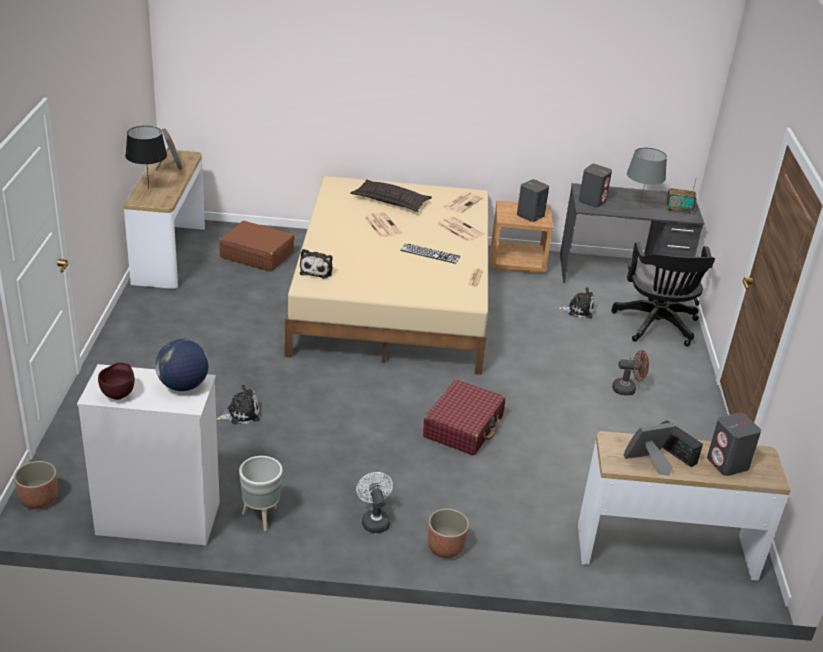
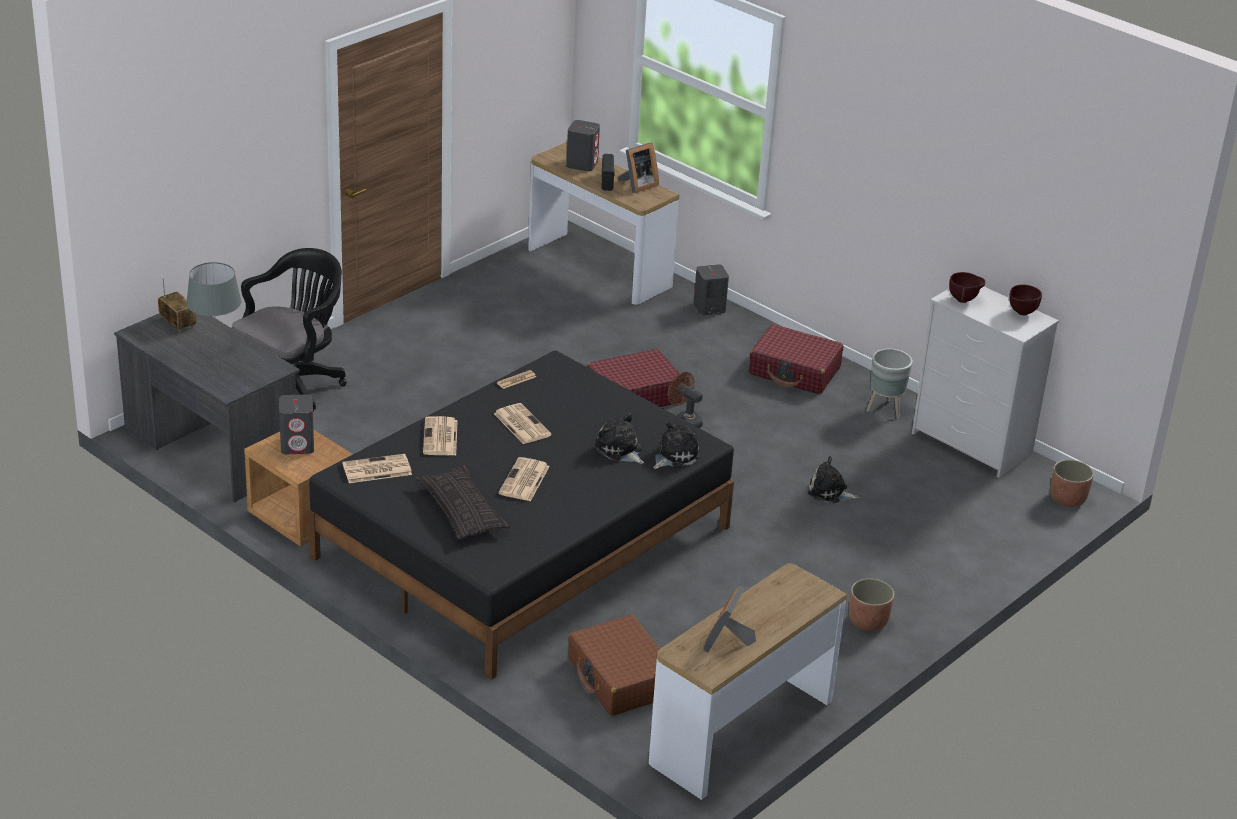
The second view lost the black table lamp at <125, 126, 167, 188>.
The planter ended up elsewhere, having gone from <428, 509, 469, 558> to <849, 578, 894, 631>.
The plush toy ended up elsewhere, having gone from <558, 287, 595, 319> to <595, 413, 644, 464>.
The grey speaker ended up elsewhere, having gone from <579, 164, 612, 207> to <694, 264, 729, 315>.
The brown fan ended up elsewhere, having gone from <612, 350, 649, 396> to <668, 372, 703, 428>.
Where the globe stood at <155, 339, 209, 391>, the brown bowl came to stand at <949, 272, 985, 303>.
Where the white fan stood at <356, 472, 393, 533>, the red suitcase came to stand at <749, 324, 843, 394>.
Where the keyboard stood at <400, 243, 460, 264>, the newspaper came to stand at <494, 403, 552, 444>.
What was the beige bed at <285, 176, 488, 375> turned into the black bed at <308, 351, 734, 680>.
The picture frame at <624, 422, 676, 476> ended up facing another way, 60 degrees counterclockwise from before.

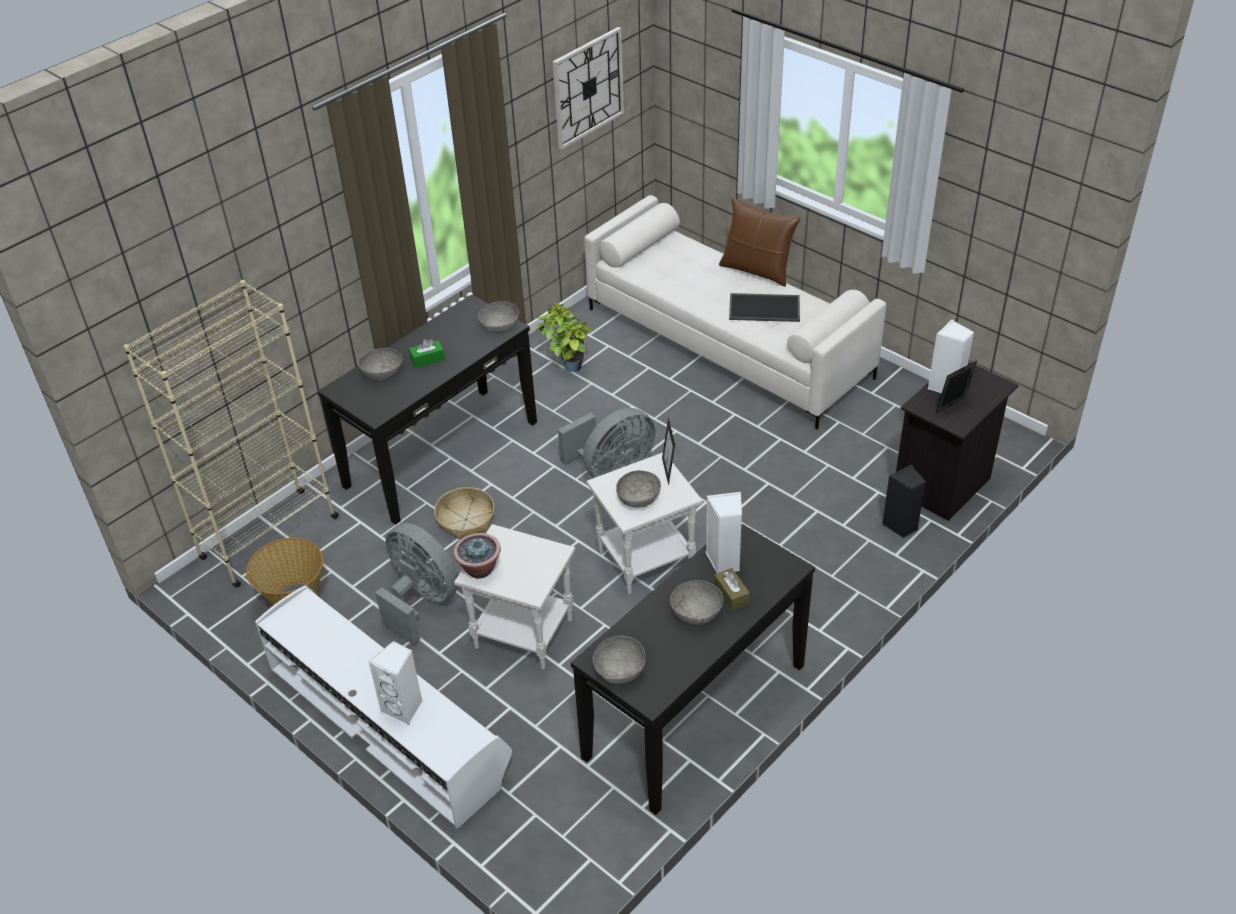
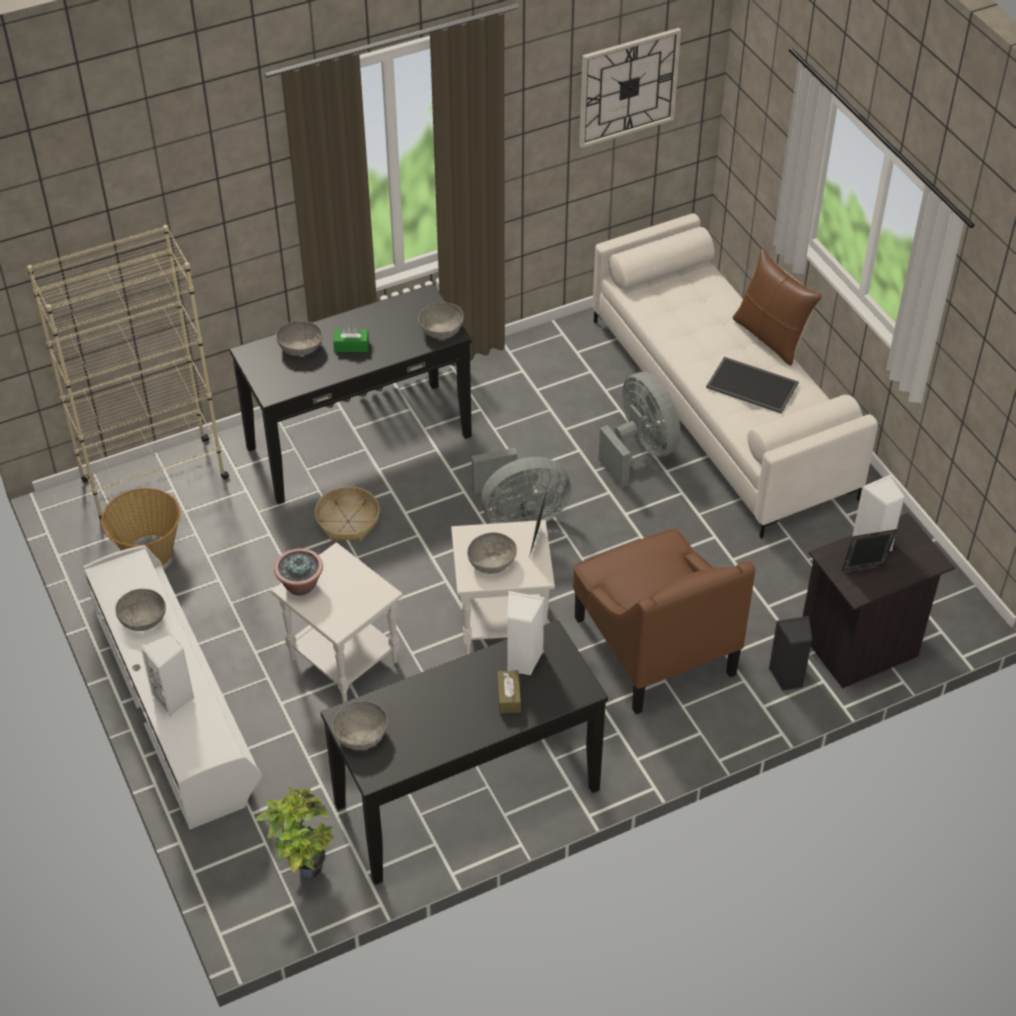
The second view gained the brown armchair at <572, 529, 755, 714>.
The grey fan ended up elsewhere, having gone from <375, 523, 459, 645> to <598, 372, 681, 488>.
The potted plant ended up elsewhere, having gone from <536, 303, 592, 372> to <255, 787, 333, 878>.
The grey bowl ended up elsewhere, having gone from <670, 580, 723, 625> to <115, 589, 166, 631>.

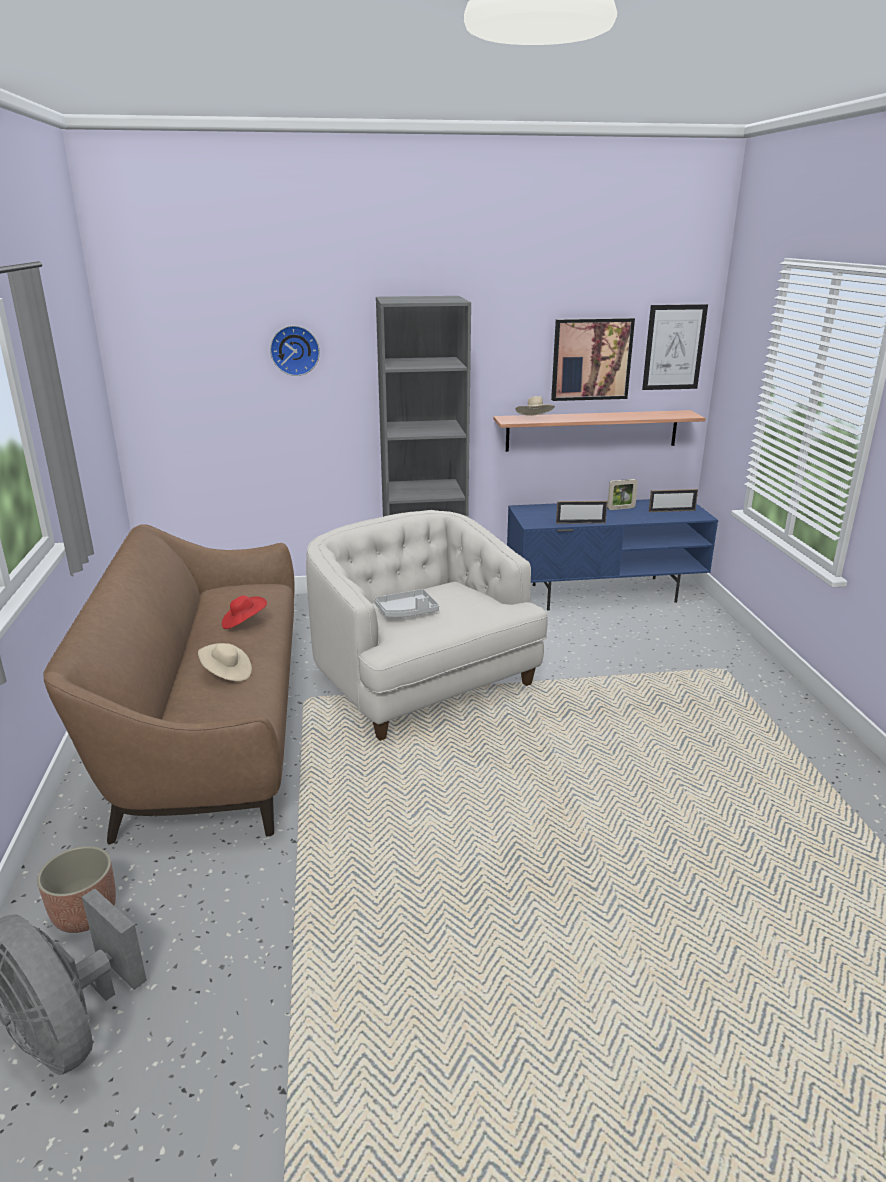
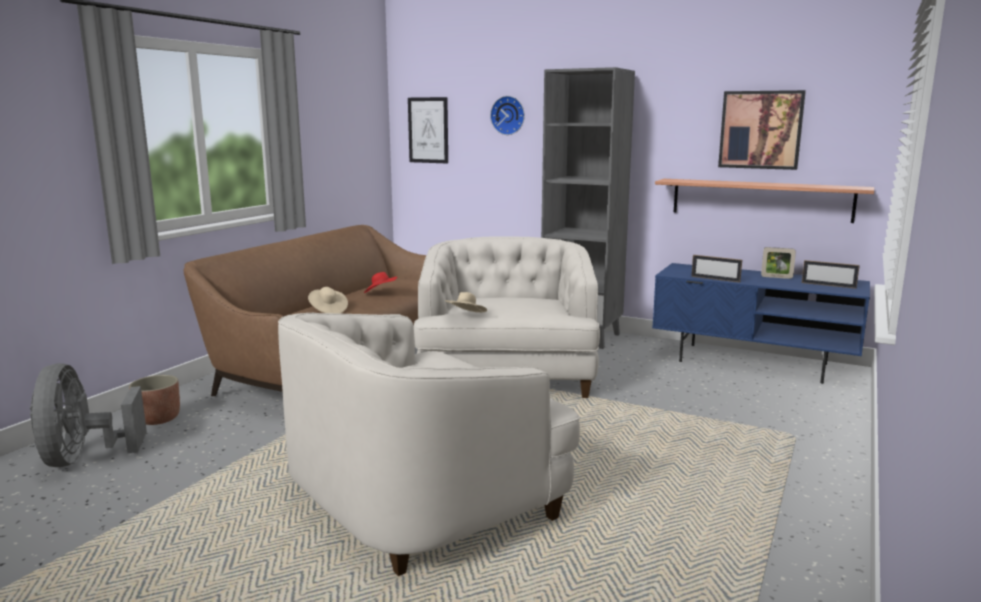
The second view lost the grey tray at <374, 589, 439, 617>.
The second view gained the white armchair at <278, 313, 580, 576>.
The beige hat ended up elsewhere, having gone from <515, 396, 555, 416> to <444, 292, 487, 313>.
The picture ended up elsewhere, having gone from <642, 304, 708, 390> to <408, 97, 448, 164>.

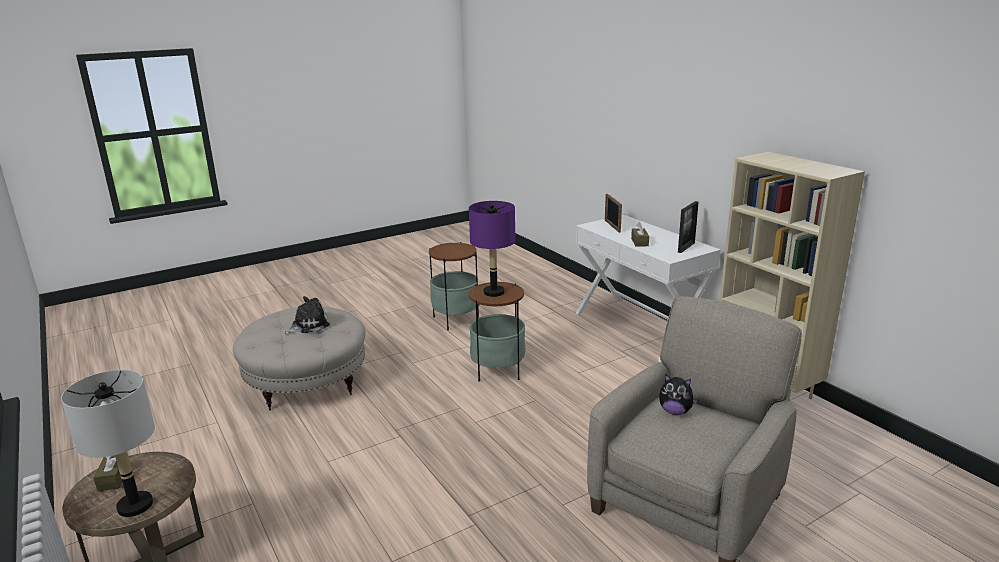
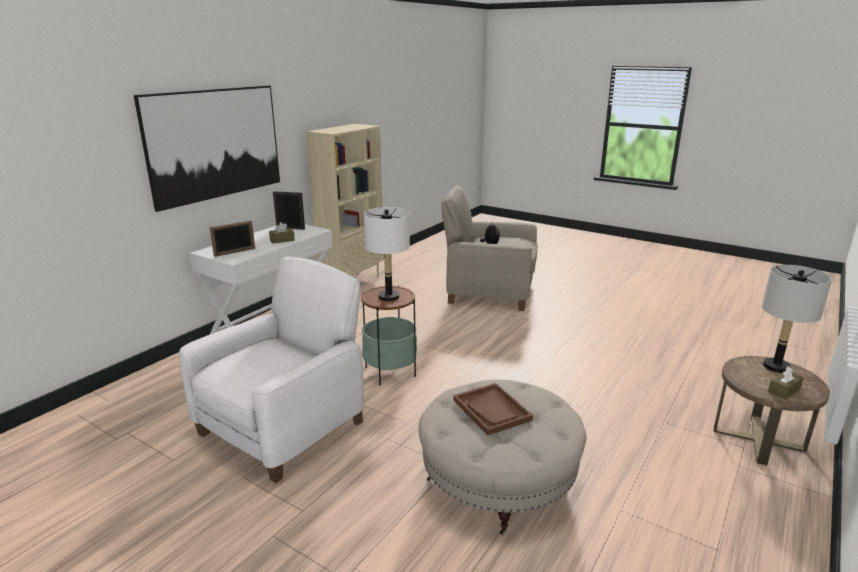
The second view gained the picture at <134, 86, 280, 212>.
Where the plush toy stood at <284, 296, 330, 334>, the brown tray came to stand at <453, 383, 533, 436>.
Where the side table stood at <429, 242, 480, 330>, the white armchair came to stand at <179, 257, 364, 483>.
What was the purple table lamp at <469, 201, 515, 297> turned into the white table lamp at <364, 207, 410, 301>.

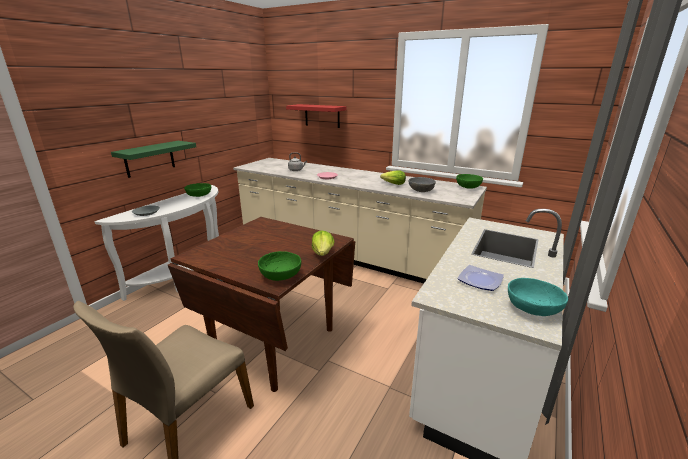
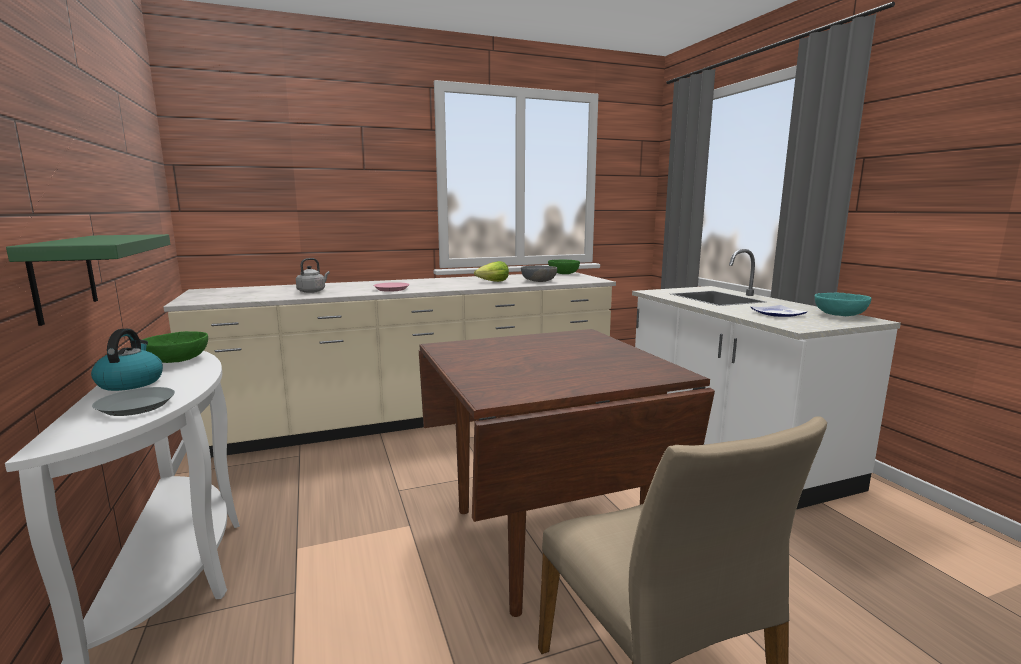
The second view lost the green bowl at <258, 251, 301, 281>.
The second view lost the red shelf at <286, 104, 346, 128>.
The second view lost the lettuce at <312, 230, 334, 256>.
The second view gained the kettle at <91, 329, 163, 391>.

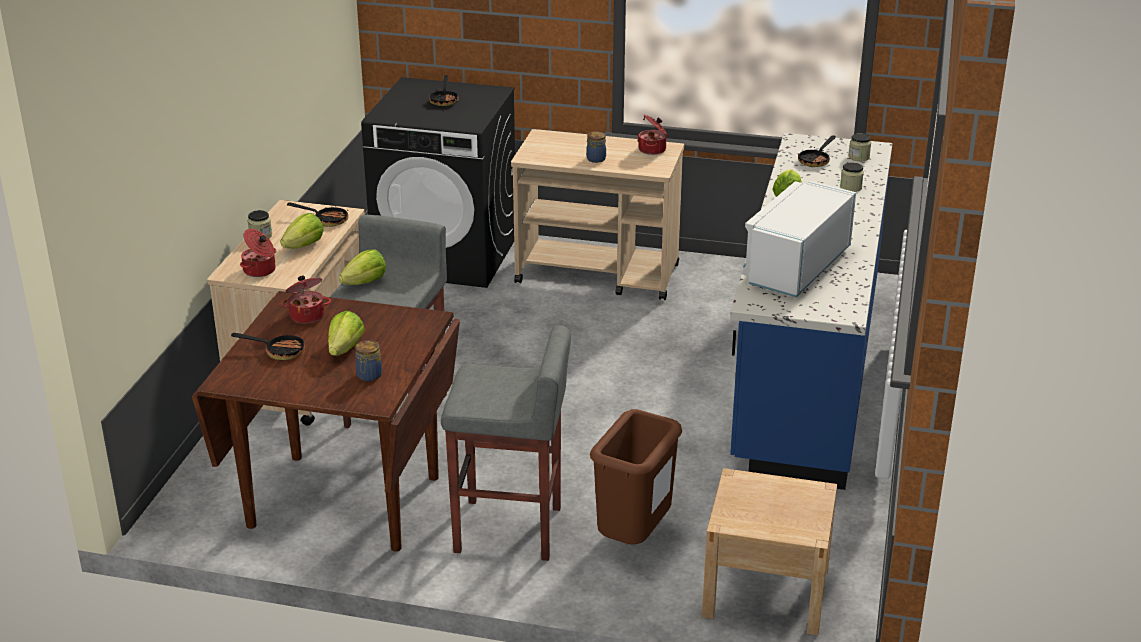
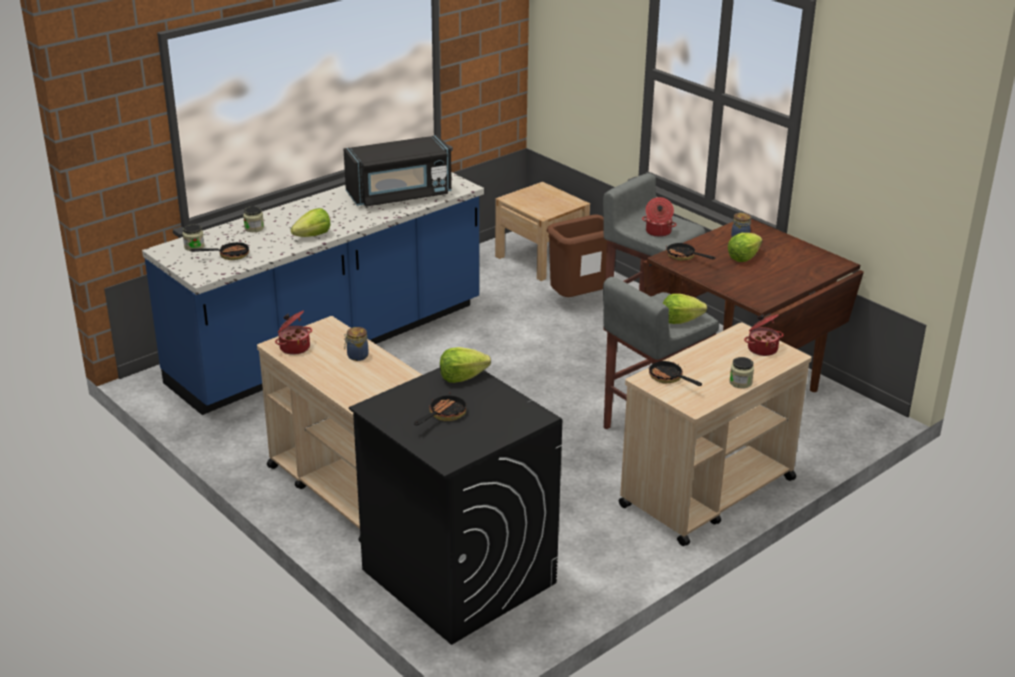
The frying pan ended up elsewhere, having gone from <231, 333, 305, 360> to <666, 241, 715, 261>.
The lettuce ended up elsewhere, having gone from <280, 213, 324, 249> to <440, 347, 491, 383>.
The cooking pot ended up elsewhere, having gone from <281, 275, 331, 324> to <642, 197, 677, 237>.
What was the white microwave at <742, 181, 856, 297> turned into the black microwave at <344, 135, 452, 207>.

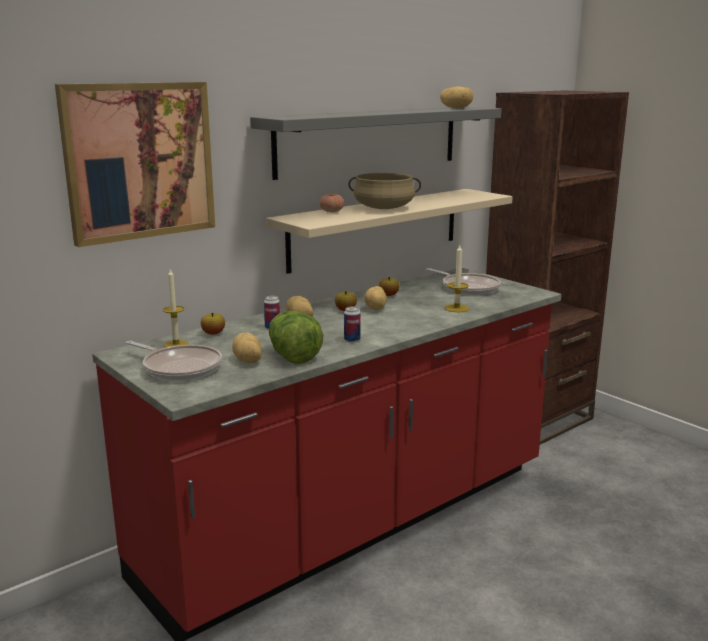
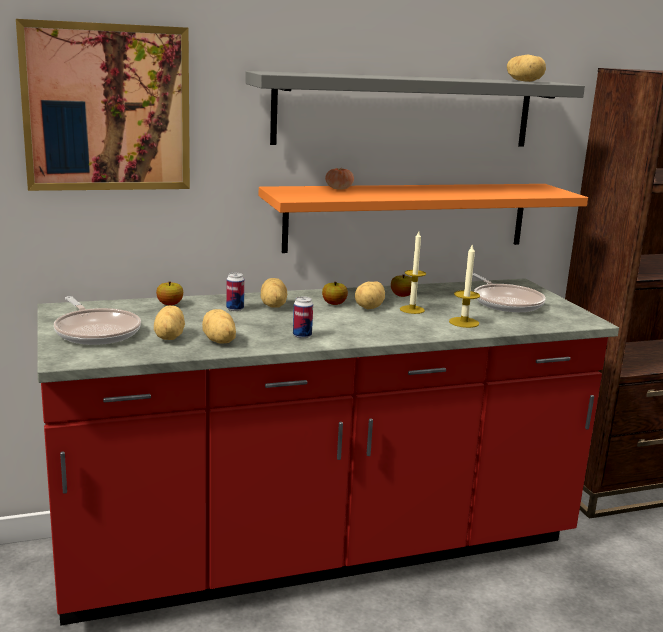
The second view lost the beige cooking pot at <348, 173, 421, 209>.
The candle ended up elsewhere, having gone from <163, 269, 189, 348> to <400, 231, 426, 314>.
Where the lettuce stood at <269, 311, 323, 364>, the potato came to stand at <202, 309, 236, 344>.
What was the beige shelf at <266, 189, 513, 274> turned into the orange shelf at <259, 184, 588, 253>.

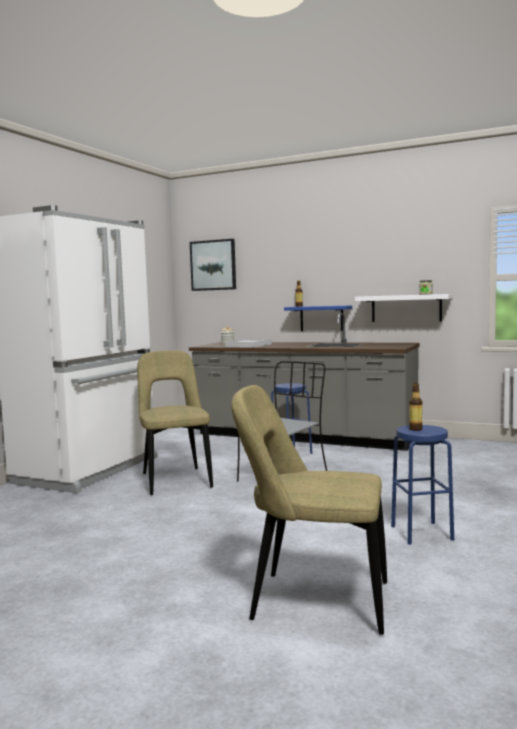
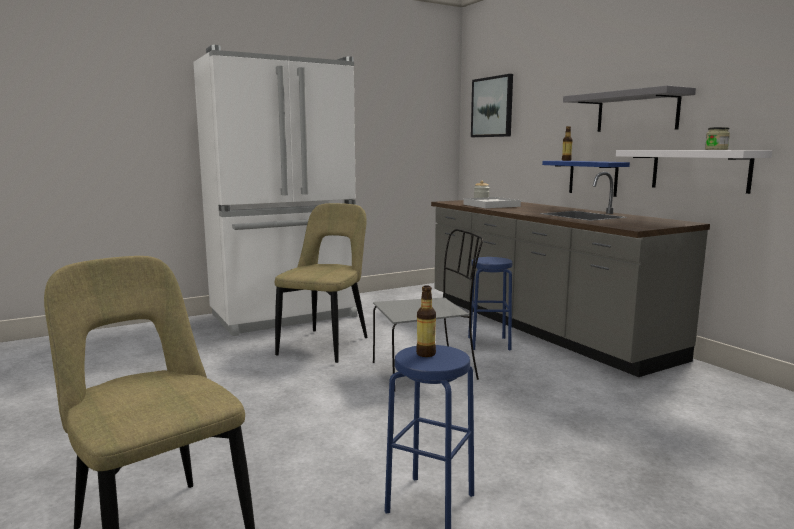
The second view gained the grey shelf at <563, 85, 696, 132>.

